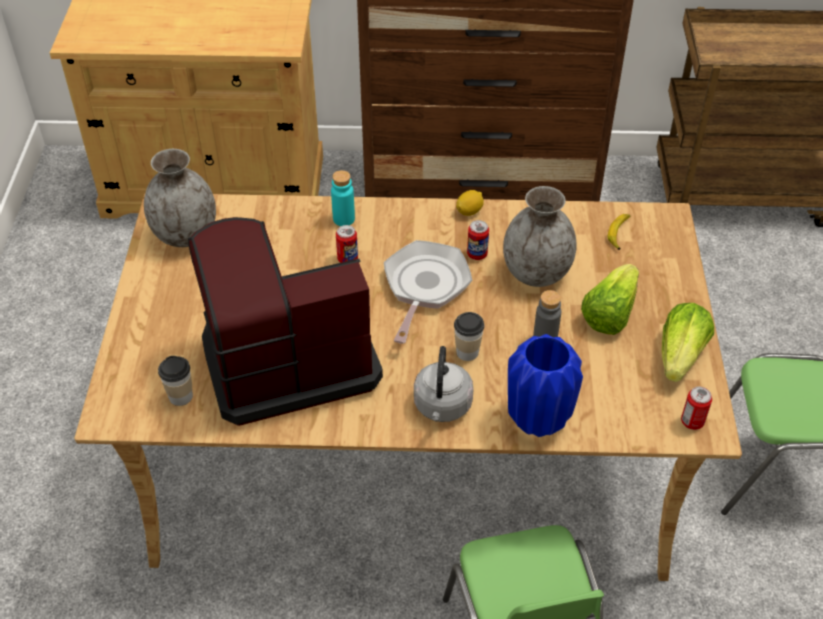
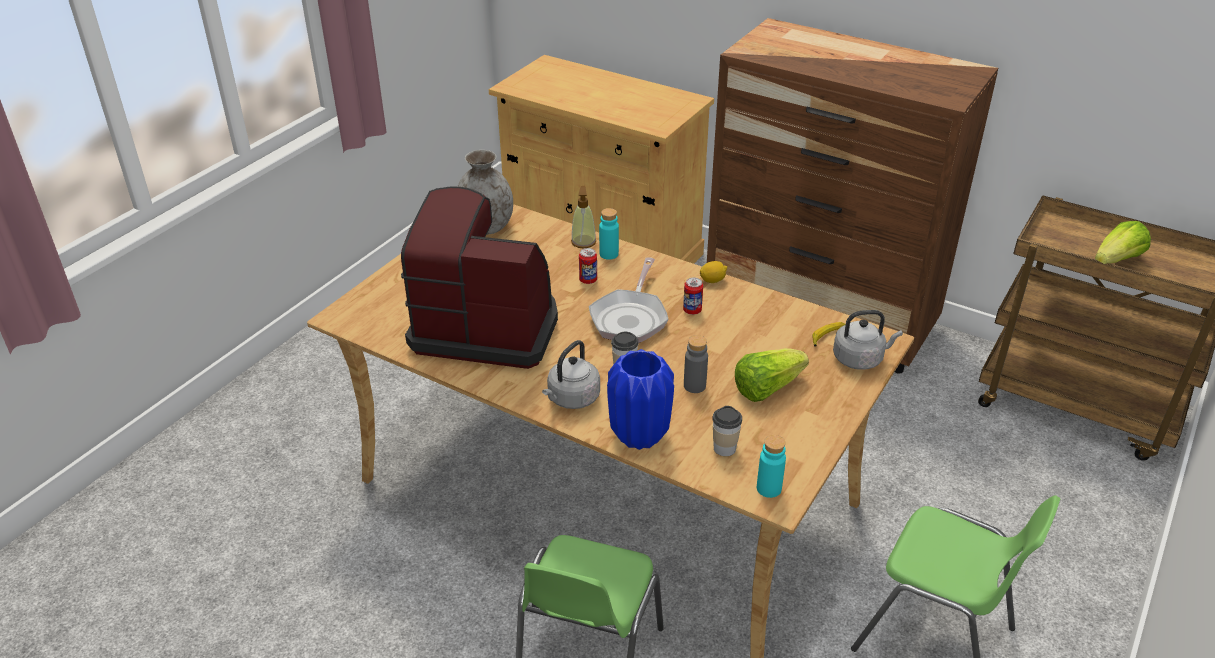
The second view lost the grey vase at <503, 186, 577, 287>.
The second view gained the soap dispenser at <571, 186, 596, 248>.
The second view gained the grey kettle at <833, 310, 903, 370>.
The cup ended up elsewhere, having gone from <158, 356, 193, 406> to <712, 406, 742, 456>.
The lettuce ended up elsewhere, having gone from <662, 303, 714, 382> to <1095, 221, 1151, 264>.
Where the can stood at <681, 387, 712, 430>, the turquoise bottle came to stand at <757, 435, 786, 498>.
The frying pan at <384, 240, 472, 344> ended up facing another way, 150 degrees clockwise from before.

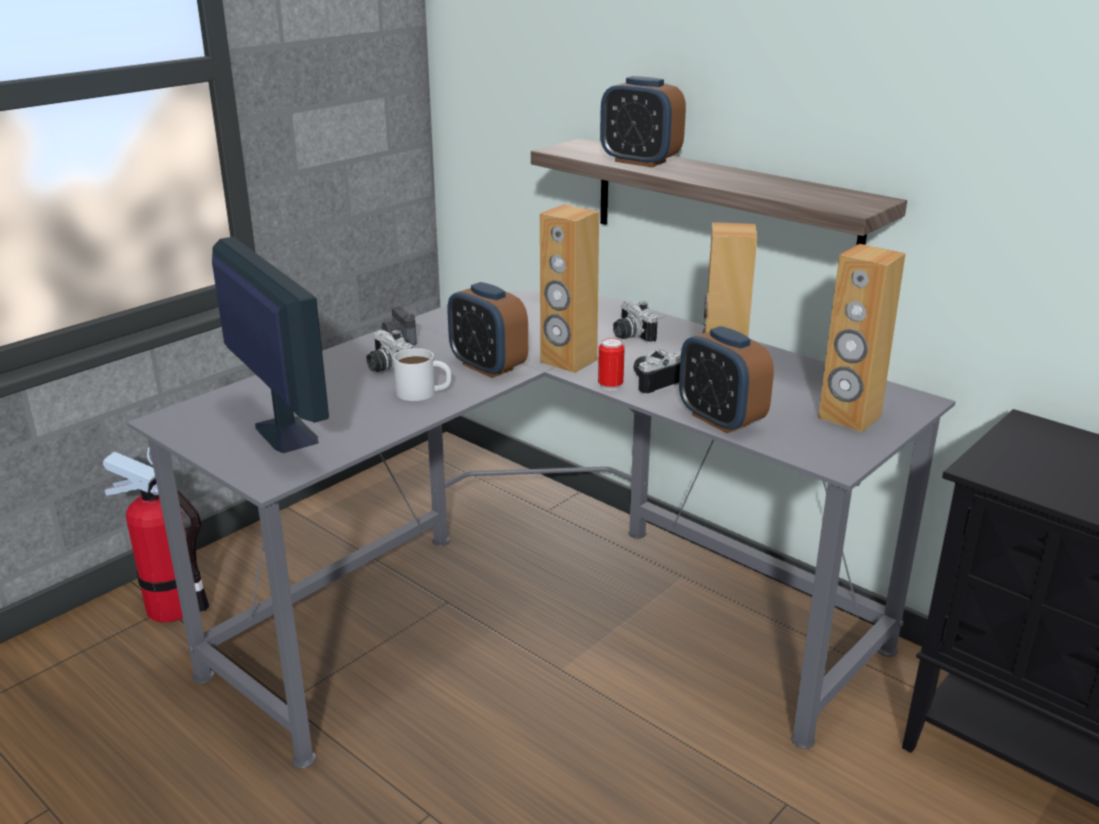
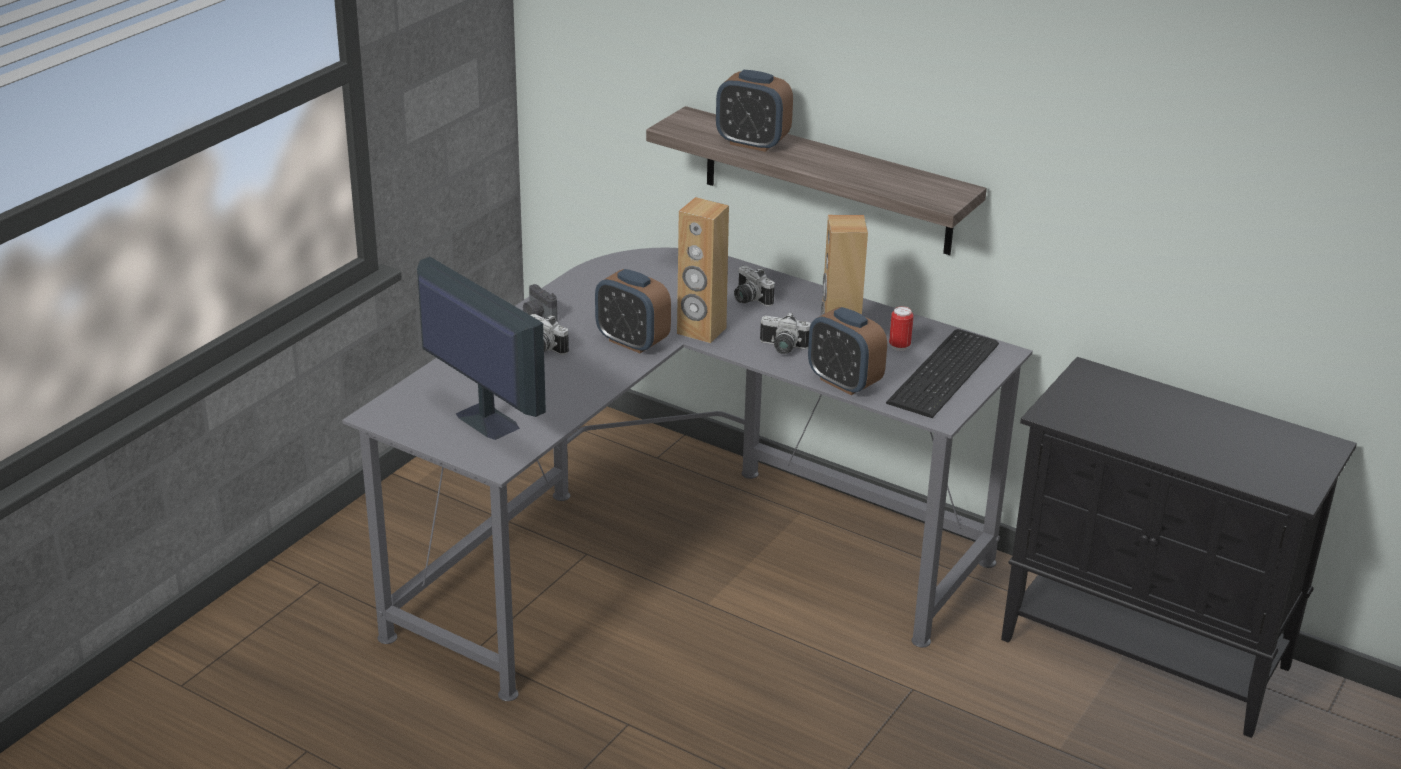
The second view lost the fire extinguisher at <103, 448, 210, 622>.
The second view lost the white mug at <393, 348, 452, 401>.
The can ended up elsewhere, having gone from <598, 338, 625, 391> to <889, 306, 914, 351>.
Where the brown speaker stood at <818, 244, 906, 432>, the keyboard came to stand at <886, 329, 999, 418>.
The photo camera at <634, 349, 681, 395> ended up facing another way, 120 degrees counterclockwise from before.

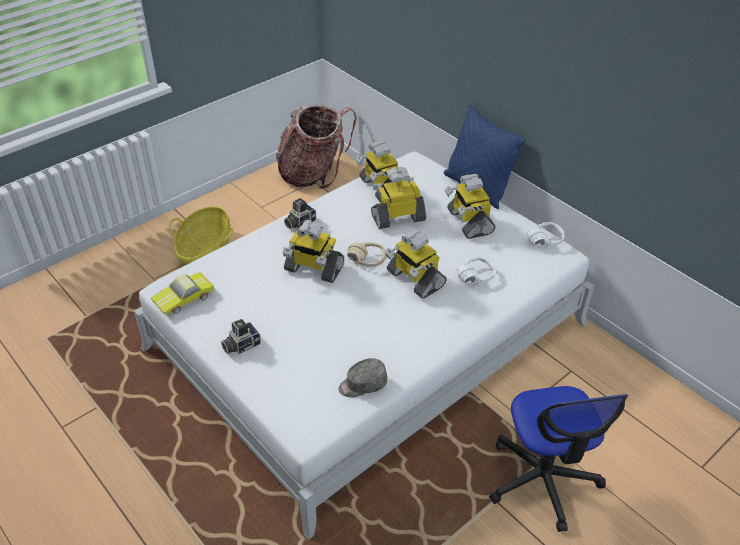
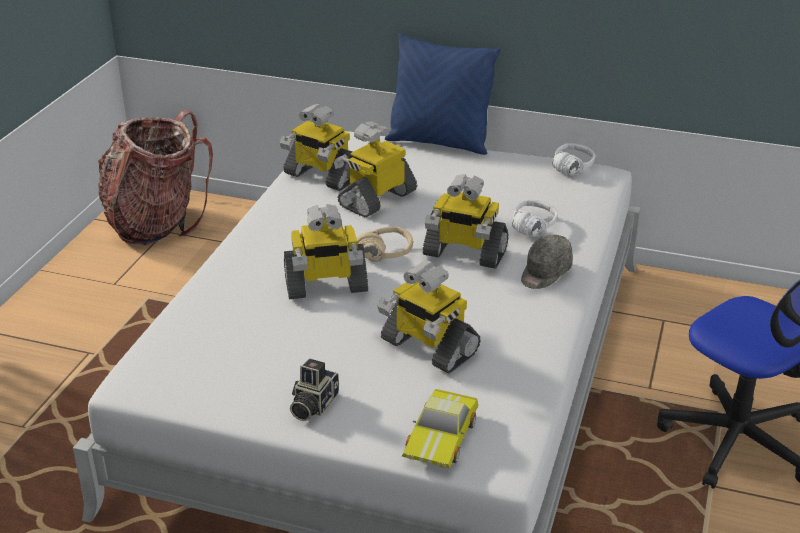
The second view lost the basket at <169, 206, 234, 265>.
The second view lost the photo camera at <284, 198, 316, 229>.
The toy car ended up elsewhere, having gone from <151, 272, 214, 315> to <402, 389, 478, 468>.
The grey cap ended up elsewhere, having gone from <338, 358, 387, 397> to <521, 235, 573, 289>.
The toy robot ended up elsewhere, having gone from <445, 174, 495, 239> to <377, 261, 480, 373>.

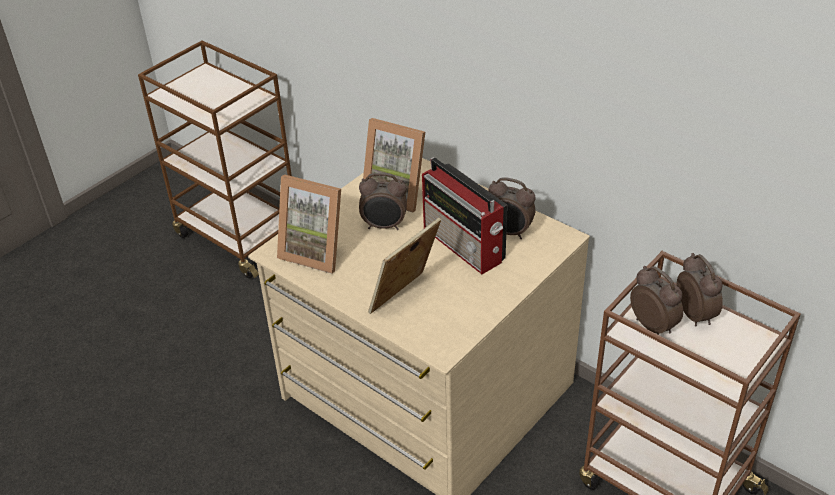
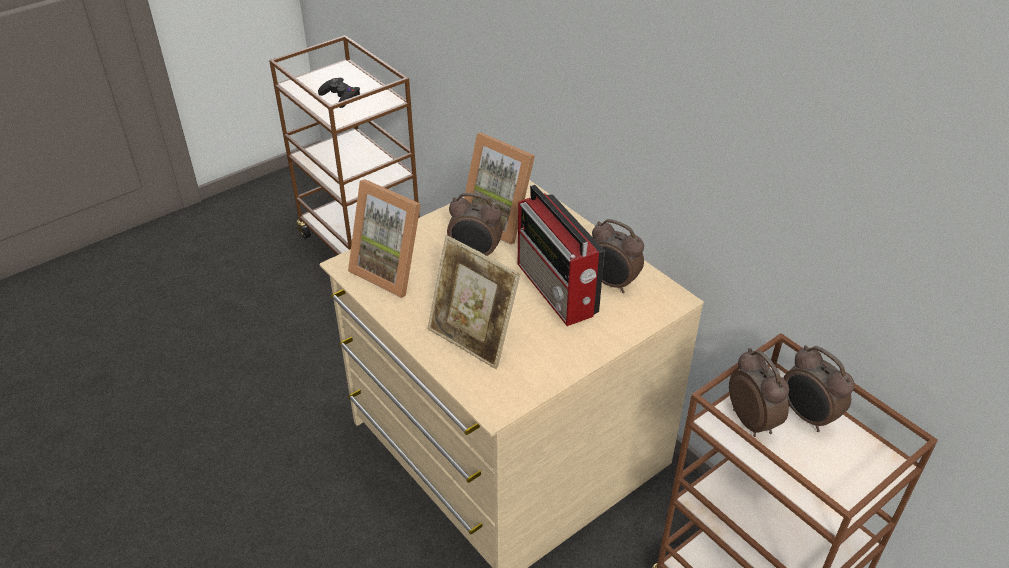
The second view gained the black game controller at <318, 78, 360, 108>.
The picture frame at <368, 218, 441, 314> ended up facing another way, 105 degrees counterclockwise from before.
The alarm clock at <676, 253, 723, 326> ended up facing another way, 150 degrees clockwise from before.

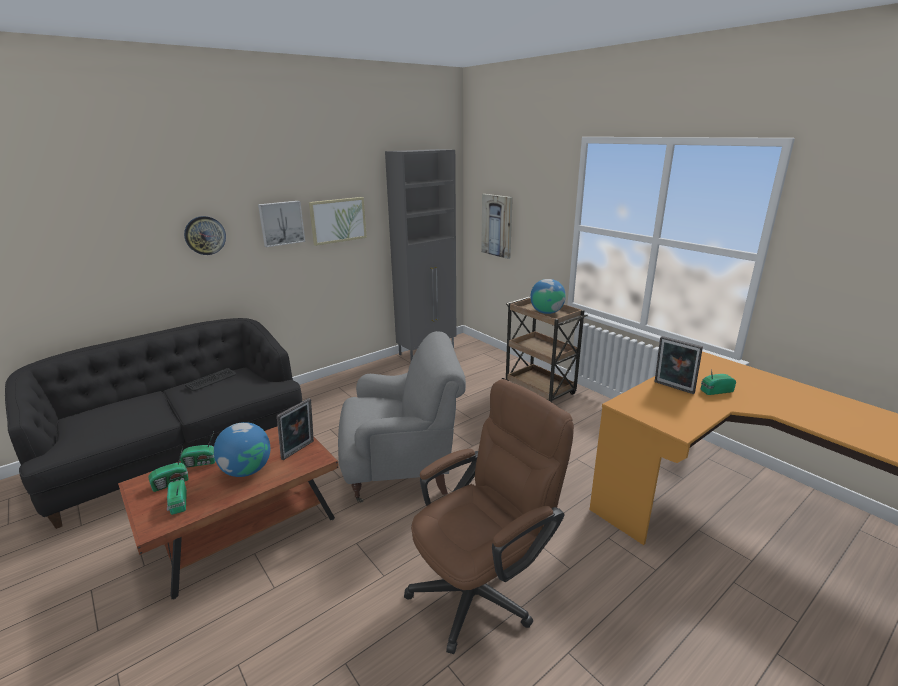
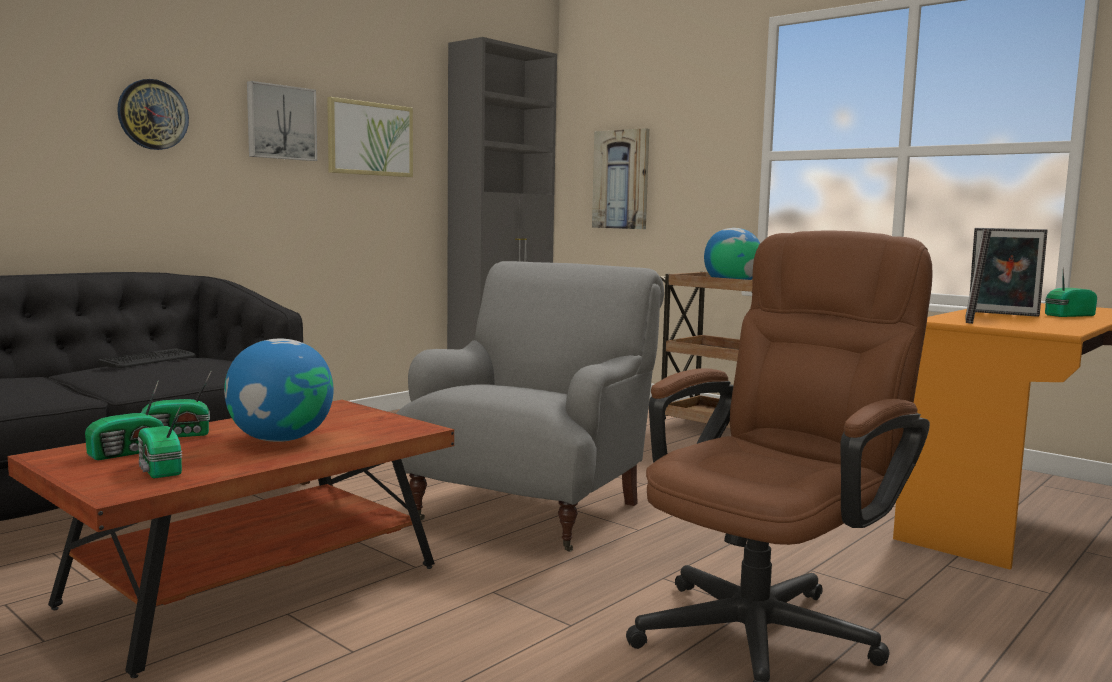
The picture frame ended up elsewhere, having gone from <277, 398, 314, 460> to <965, 228, 992, 324>.
The grey armchair at <338, 331, 466, 503> ended up facing another way, 45 degrees counterclockwise from before.

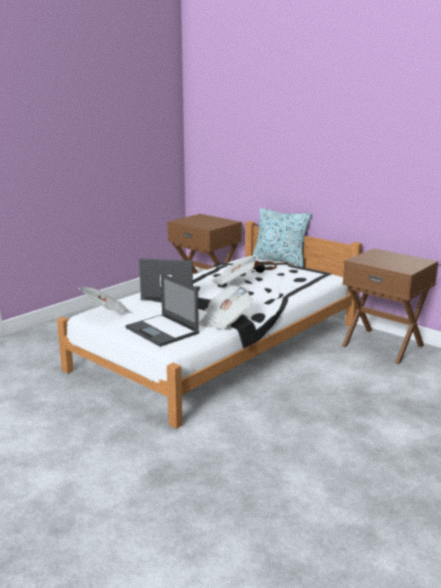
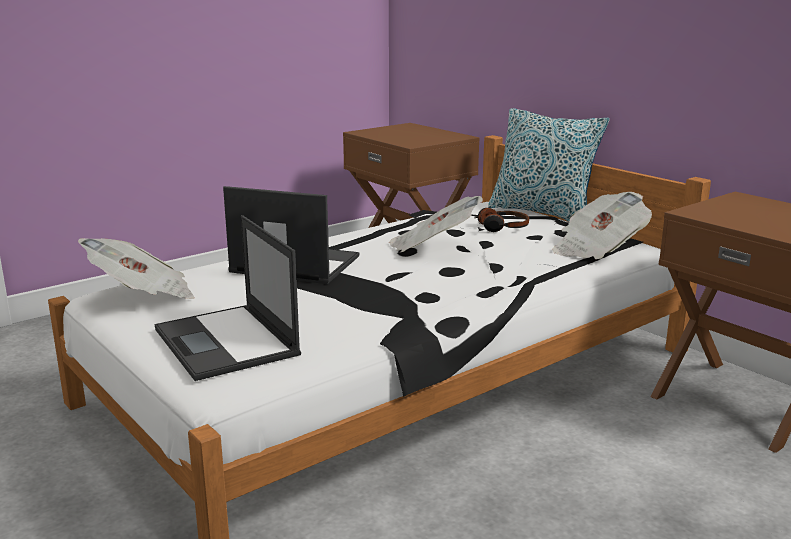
The newspaper ended up elsewhere, having gone from <199, 286, 253, 329> to <552, 192, 652, 259>.

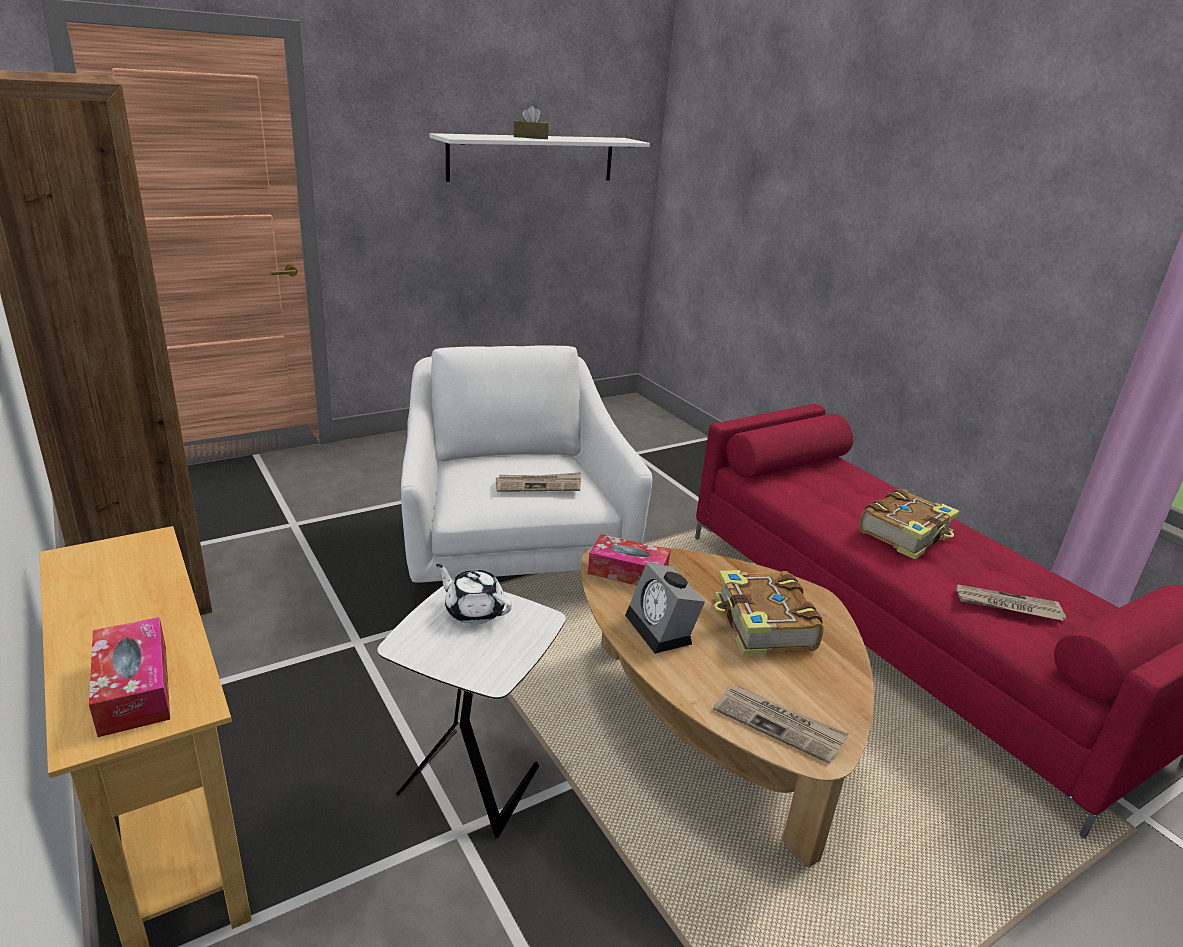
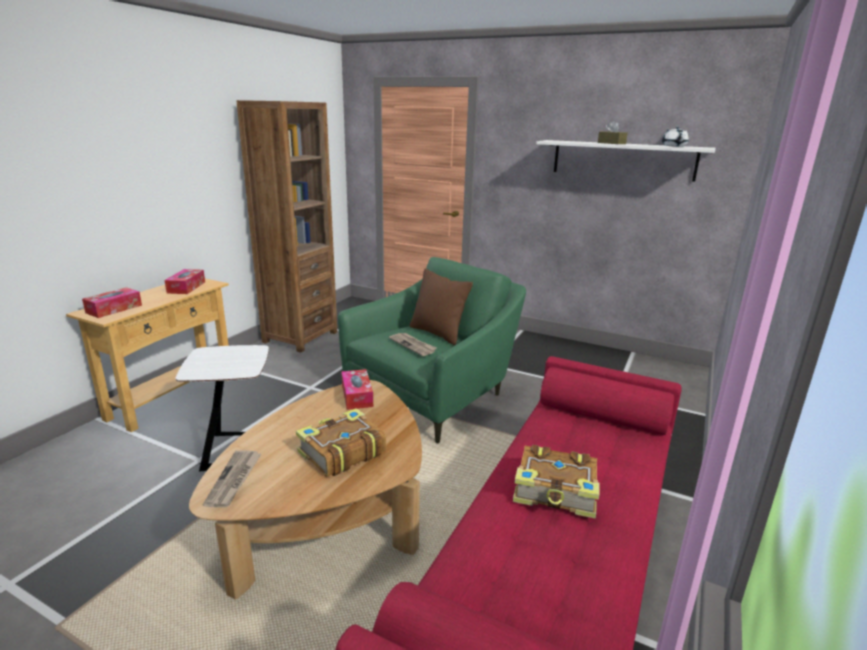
The second view lost the alarm clock at <625, 563, 705, 654>.
The second view lost the newspaper at <956, 585, 1066, 621>.
The second view gained the tissue box at <165, 269, 205, 294>.
The second view gained the brown pillow at <410, 268, 473, 345>.
The white teapot ended up elsewhere, having gone from <436, 564, 512, 624> to <662, 126, 689, 147>.
What was the white armchair at <401, 345, 652, 605> turned into the green armchair at <338, 257, 526, 444>.

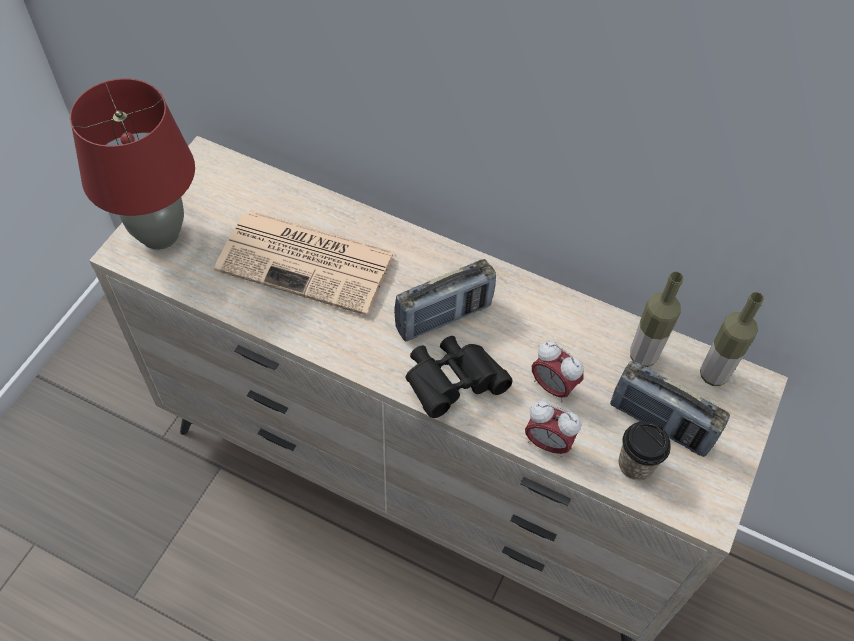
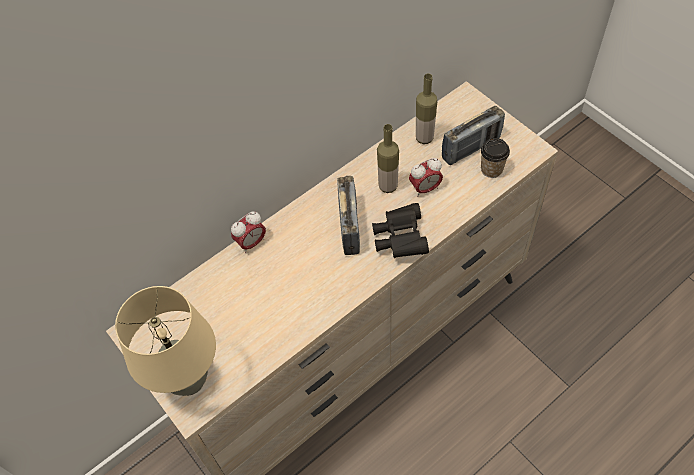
The second view lost the newspaper at <214, 211, 396, 316>.
The alarm clock ended up elsewhere, having gone from <525, 401, 581, 457> to <231, 211, 266, 253>.
The bottle ended up elsewhere, having gone from <700, 292, 764, 386> to <377, 124, 399, 193>.
What was the red table lamp at <70, 78, 195, 250> turned into the beige table lamp at <115, 286, 216, 396>.

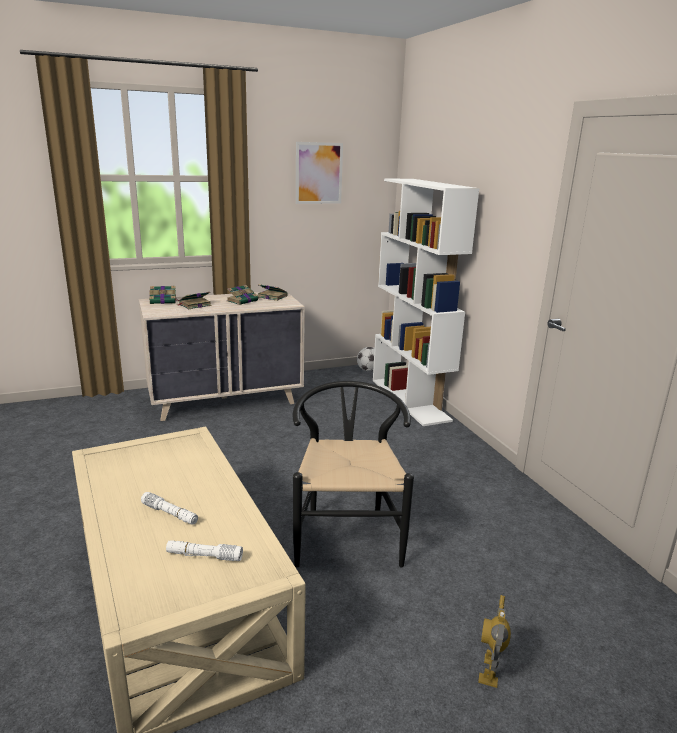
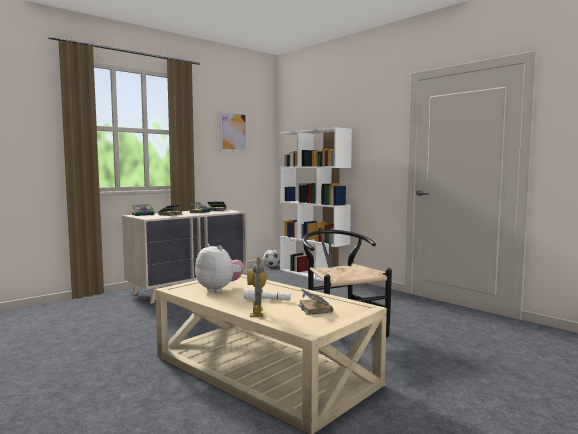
The second view gained the plush toy at <195, 243, 244, 293>.
The toy robot ended up elsewhere, having gone from <478, 595, 511, 688> to <247, 257, 267, 317>.
Where the white flashlight stood at <166, 540, 243, 561>, the book came to stand at <298, 289, 333, 315>.

